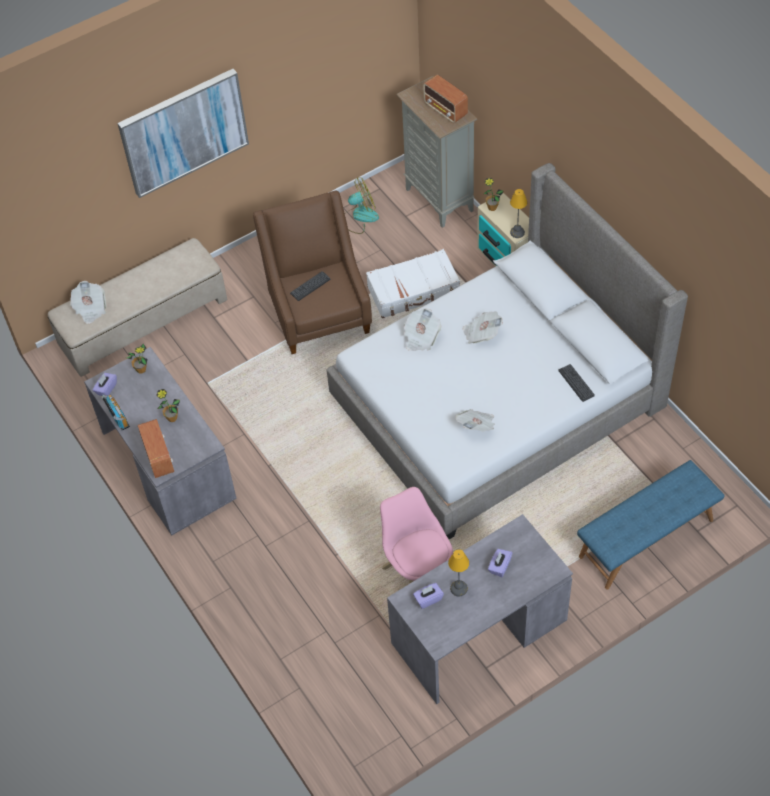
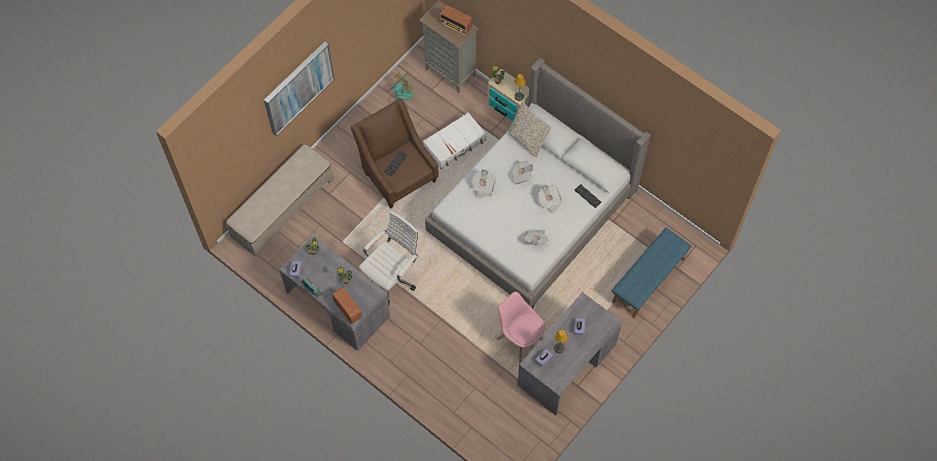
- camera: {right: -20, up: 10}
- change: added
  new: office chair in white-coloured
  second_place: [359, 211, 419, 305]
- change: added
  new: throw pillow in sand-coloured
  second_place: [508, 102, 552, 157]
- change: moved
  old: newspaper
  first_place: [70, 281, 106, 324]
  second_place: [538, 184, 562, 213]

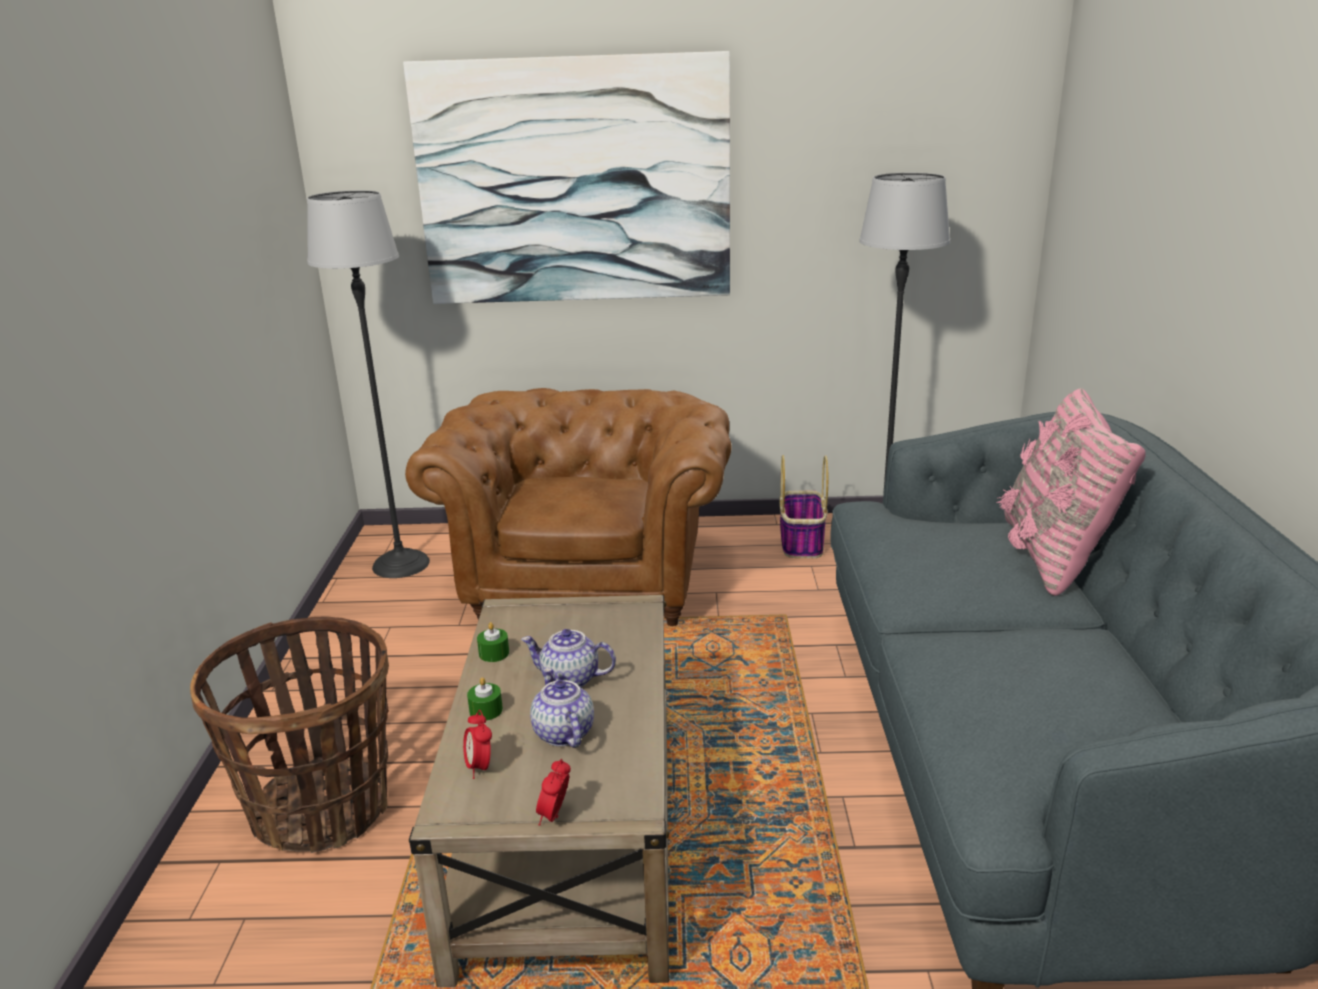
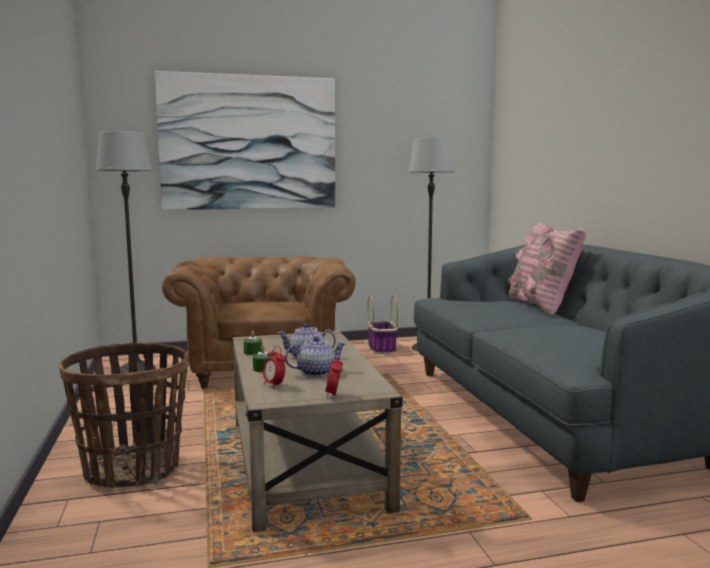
- camera: {right: -15, up: -15}
- change: turned
  old: tea pot
  first_place: [530, 668, 594, 748]
  second_place: [285, 336, 346, 376]
  degrees: 105

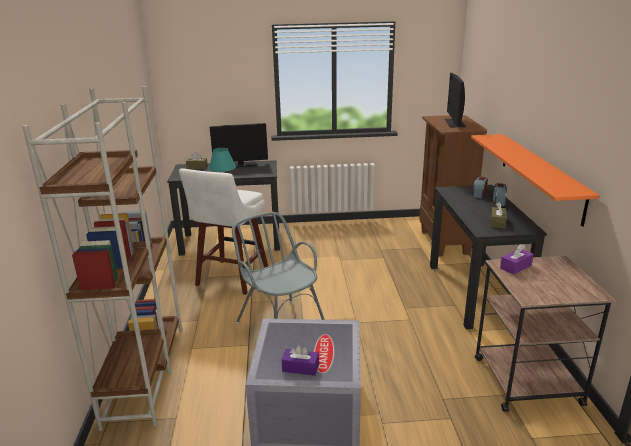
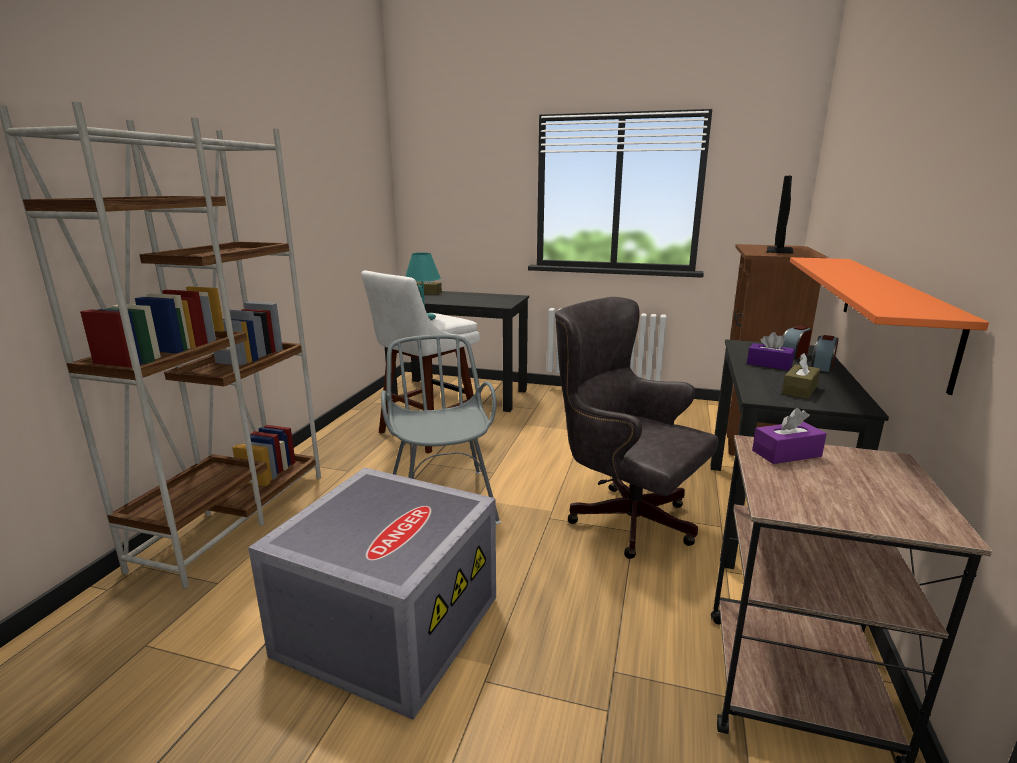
- camera: {right: 20, up: -5}
- change: added
  new: office chair in greyish
  second_place: [555, 297, 718, 559]
- change: moved
  old: tissue box in purple
  first_place: [282, 345, 319, 376]
  second_place: [747, 332, 795, 370]
- change: removed
  old: computer screen
  first_place: [210, 123, 268, 168]

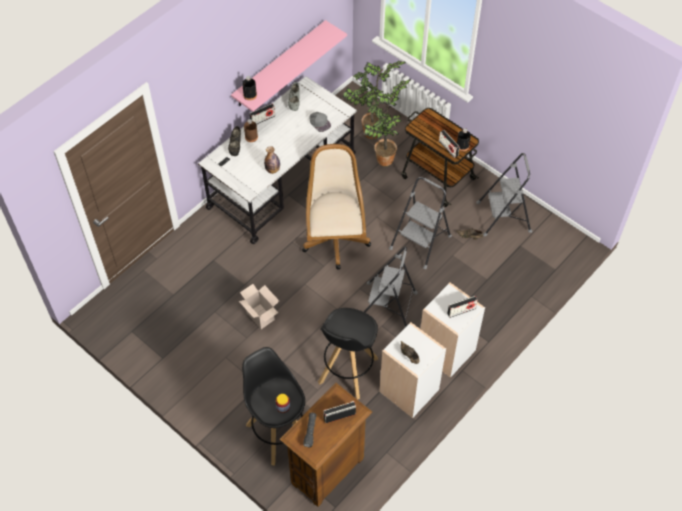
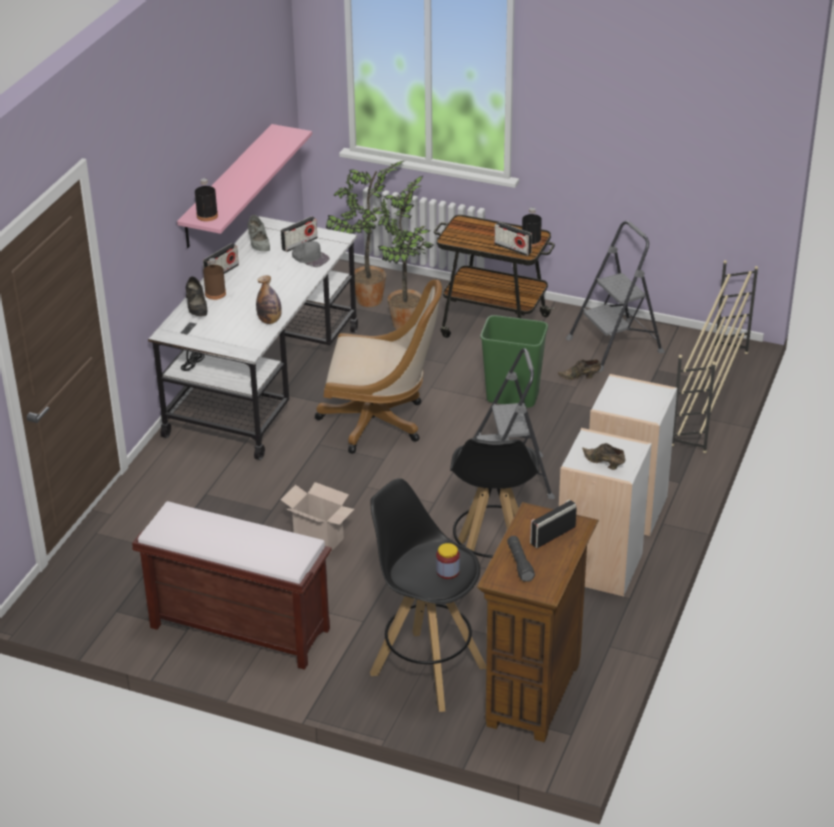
- camera: {right: -20, up: -20}
- change: added
  new: long seat in brown
  second_place: [132, 501, 332, 670]
- change: moved
  old: radio
  first_place: [447, 296, 478, 318]
  second_place: [281, 216, 317, 252]
- change: turned
  old: office chair
  first_place: [302, 144, 371, 270]
  second_place: [315, 279, 442, 454]
  degrees: 120
- change: replaced
  old: step stool in greyish
  new: trash can in green
  first_place: [389, 177, 452, 269]
  second_place: [480, 315, 548, 408]
- change: added
  new: shoe stand in sand-coloured
  second_place: [672, 260, 758, 453]

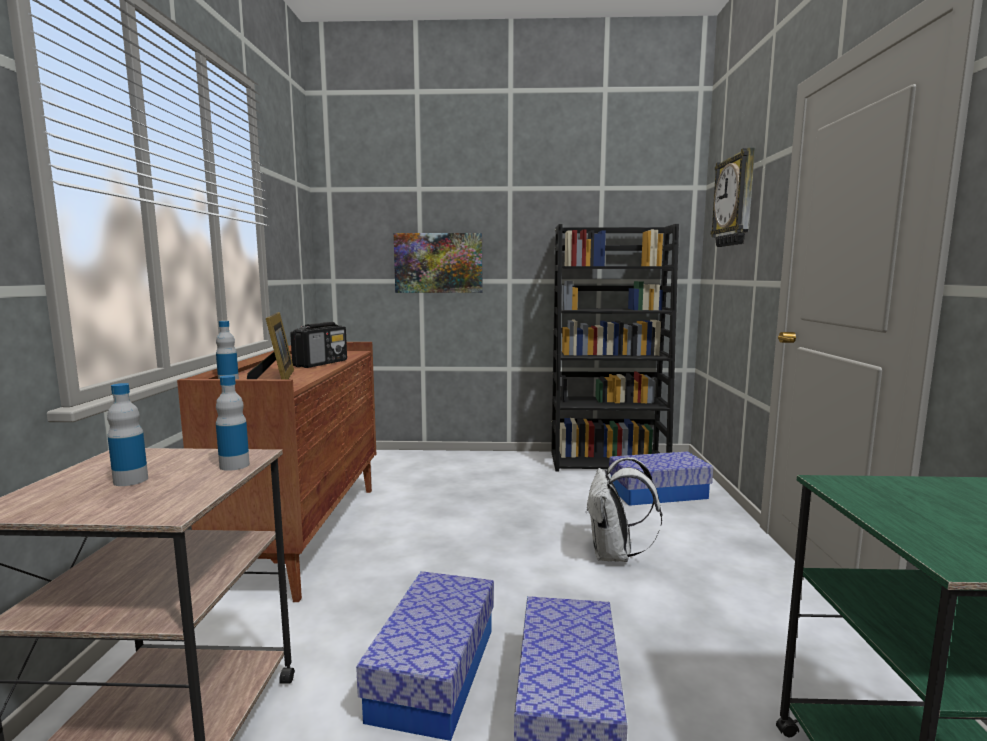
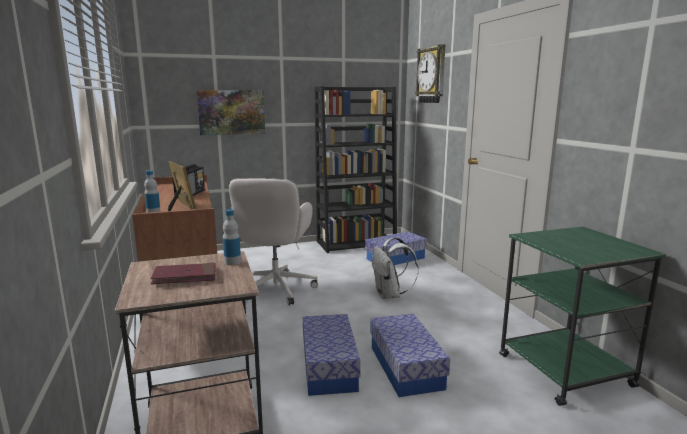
- camera: {right: -20, up: 5}
- change: replaced
  old: drink bottle
  new: volume in red
  first_place: [107, 383, 148, 486]
  second_place: [150, 262, 216, 284]
- change: added
  new: office chair in white-coloured
  second_place: [229, 178, 318, 305]

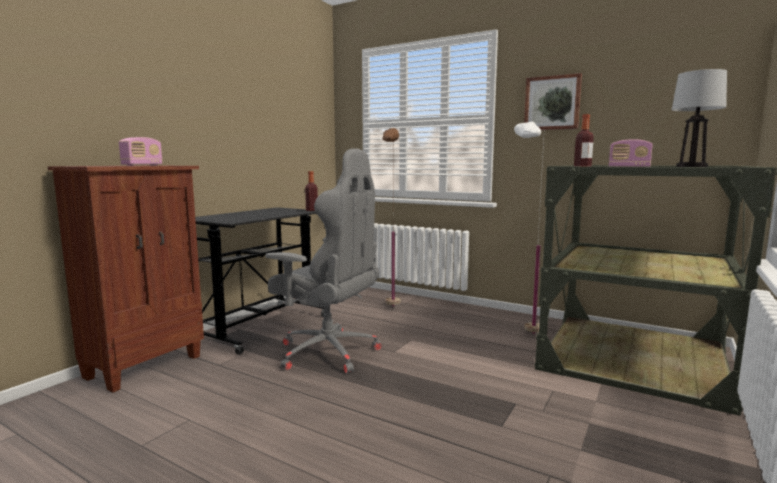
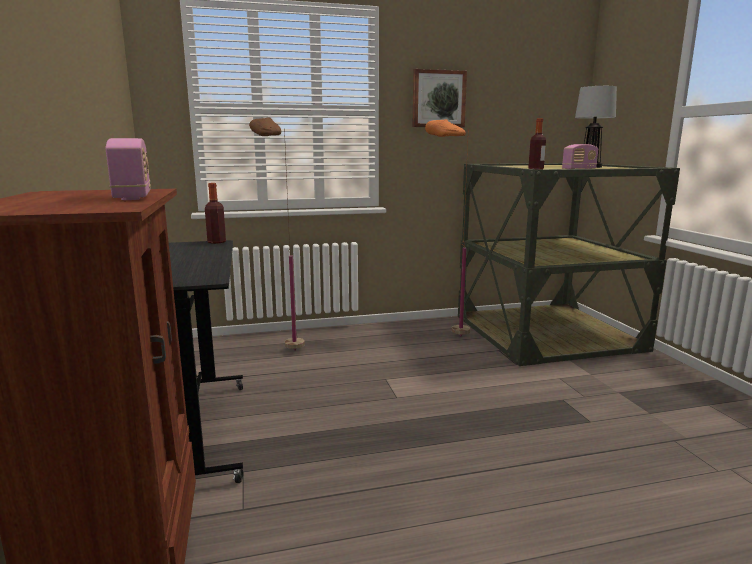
- camera: {right: -45, up: 5}
- change: recoloured
  old: standard lamp in white-coloured
  new: standard lamp in orange-coloured
  first_place: [514, 122, 544, 335]
  second_place: [425, 119, 470, 337]
- change: removed
  old: office chair in greyish
  first_place: [265, 148, 382, 373]

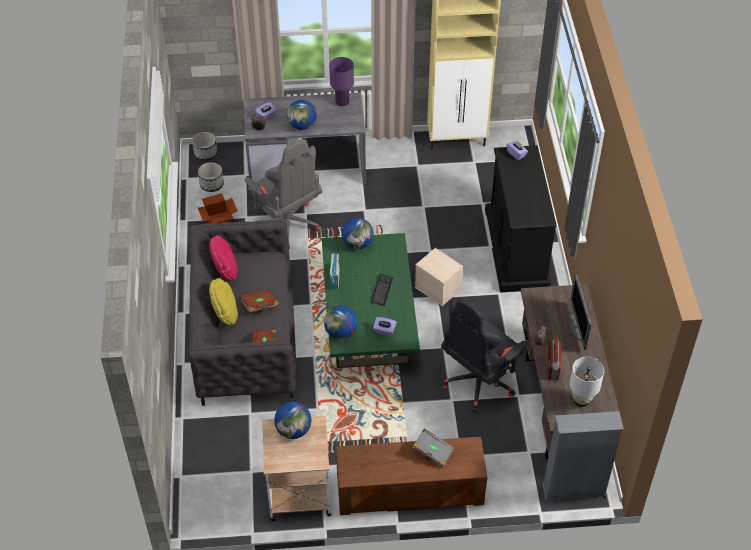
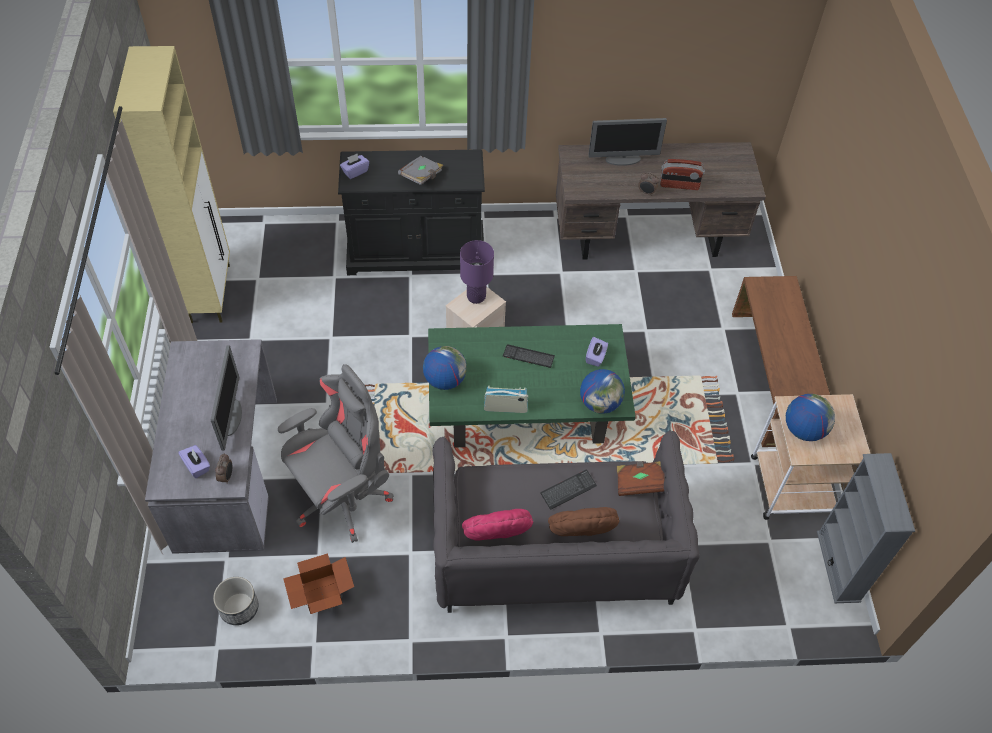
- camera: {right: -90, up: 5}
- change: replaced
  old: desk globe
  new: computer screen
  first_place: [287, 100, 317, 130]
  second_place: [211, 345, 242, 450]
- change: moved
  old: volume in greyish
  first_place: [412, 428, 454, 468]
  second_place: [398, 156, 443, 185]
- change: moved
  old: tabletop lamp in purple
  first_place: [329, 57, 354, 106]
  second_place: [460, 240, 494, 304]
- change: replaced
  old: volume in brown
  new: PC keyboard
  first_place: [239, 289, 279, 313]
  second_place: [540, 470, 597, 510]
- change: recoloured
  old: throw pillow in yellowish
  new: throw pillow in brown
  first_place: [209, 278, 238, 325]
  second_place: [548, 507, 620, 536]
- change: moved
  old: shelving unit in greyish
  first_place: [542, 411, 624, 501]
  second_place: [817, 453, 915, 603]
- change: removed
  old: planter
  first_place: [192, 132, 218, 161]
- change: removed
  old: office chair in black
  first_place: [441, 299, 528, 413]
- change: removed
  old: tabletop lamp in white-coloured
  first_place: [569, 357, 604, 406]

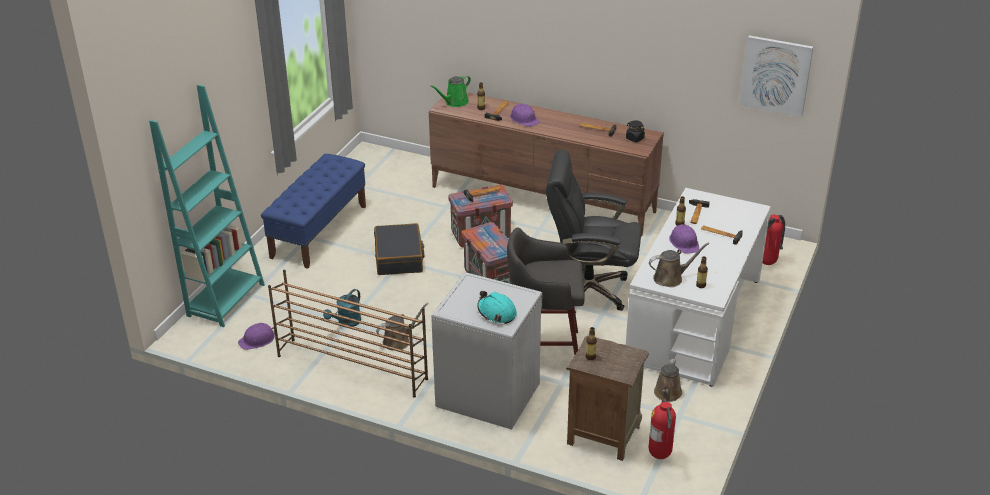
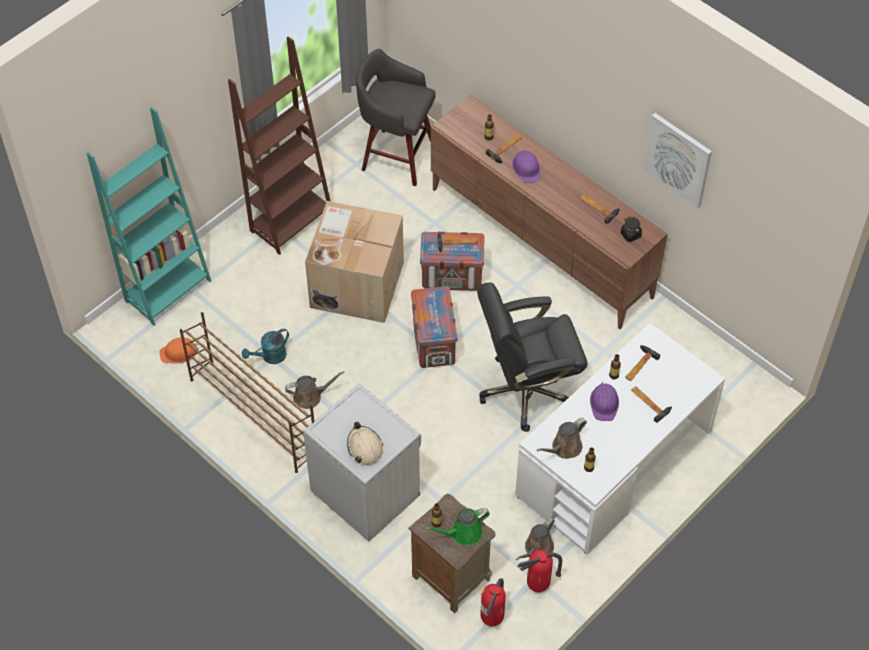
- camera: {right: 20, up: 20}
- change: recoloured
  old: work helmet in purple
  new: work helmet in orange-coloured
  first_place: [238, 323, 275, 350]
  second_place: [160, 337, 199, 363]
- change: replaced
  old: long seat in blue-coloured
  new: shelving unit in brown
  first_place: [261, 154, 366, 269]
  second_place: [228, 37, 331, 255]
- change: replaced
  old: piece of luggage in black
  new: cardboard box
  first_place: [374, 223, 424, 275]
  second_place: [305, 201, 404, 323]
- change: recoloured
  old: work helmet in turquoise-coloured
  new: work helmet in sand-coloured
  first_place: [477, 291, 517, 324]
  second_place: [347, 422, 383, 465]
- change: moved
  old: stool seat in greyish
  first_place: [507, 227, 585, 355]
  second_place: [356, 49, 436, 186]
- change: moved
  old: watering pot in green
  first_place: [430, 75, 471, 107]
  second_place: [426, 508, 490, 545]
- change: turned
  old: office chair in black
  first_place: [546, 150, 642, 313]
  second_place: [477, 282, 587, 432]
  degrees: -45
- change: moved
  old: extinguisher
  first_place: [762, 214, 785, 265]
  second_place: [518, 550, 562, 592]
- change: turned
  old: watering pot in brown
  first_place: [649, 243, 709, 287]
  second_place: [536, 418, 587, 459]
  degrees: 135
- change: moved
  old: wall picture
  first_place: [740, 35, 813, 117]
  second_place: [643, 113, 712, 209]

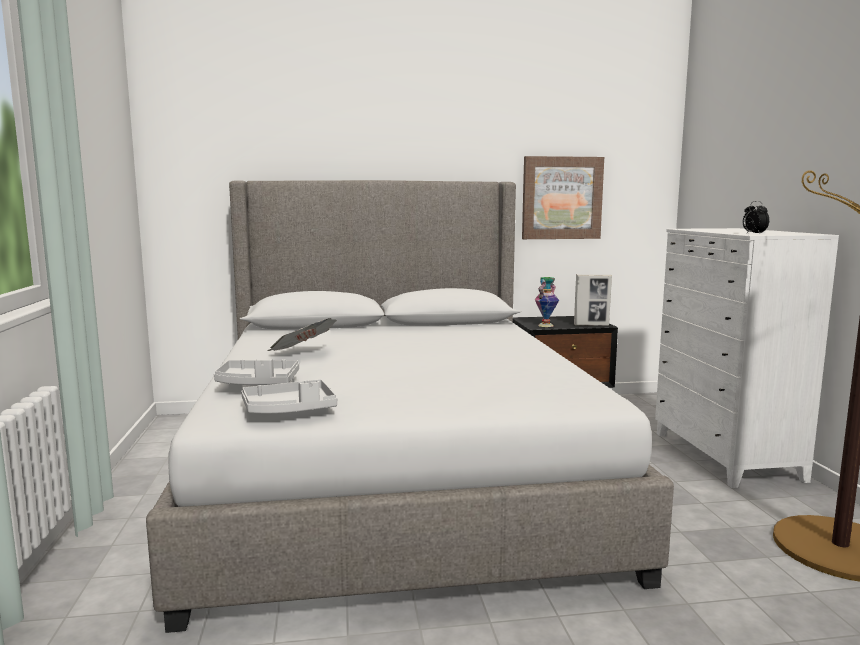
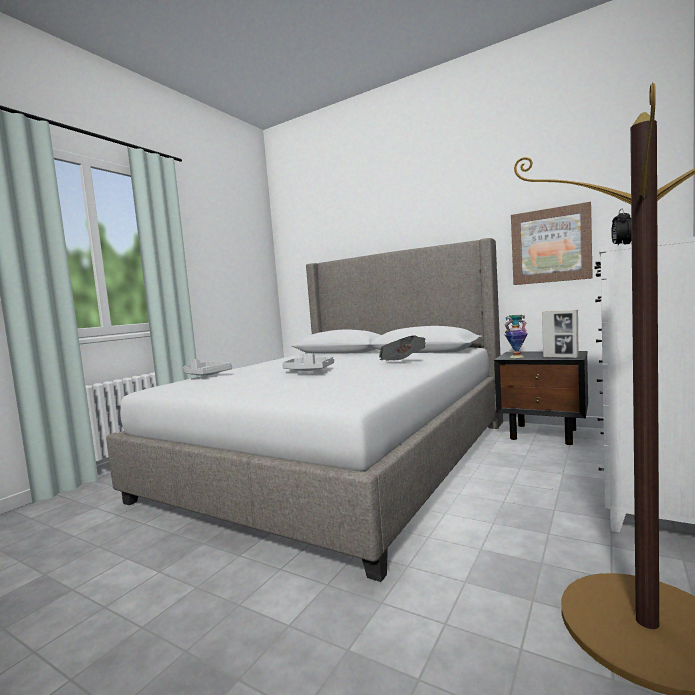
- camera: {right: 40, up: -5}
- change: moved
  old: serving tray in greyish
  first_place: [241, 379, 337, 414]
  second_place: [282, 353, 334, 371]
- change: moved
  old: newspaper
  first_place: [267, 318, 337, 351]
  second_place: [379, 335, 426, 361]

